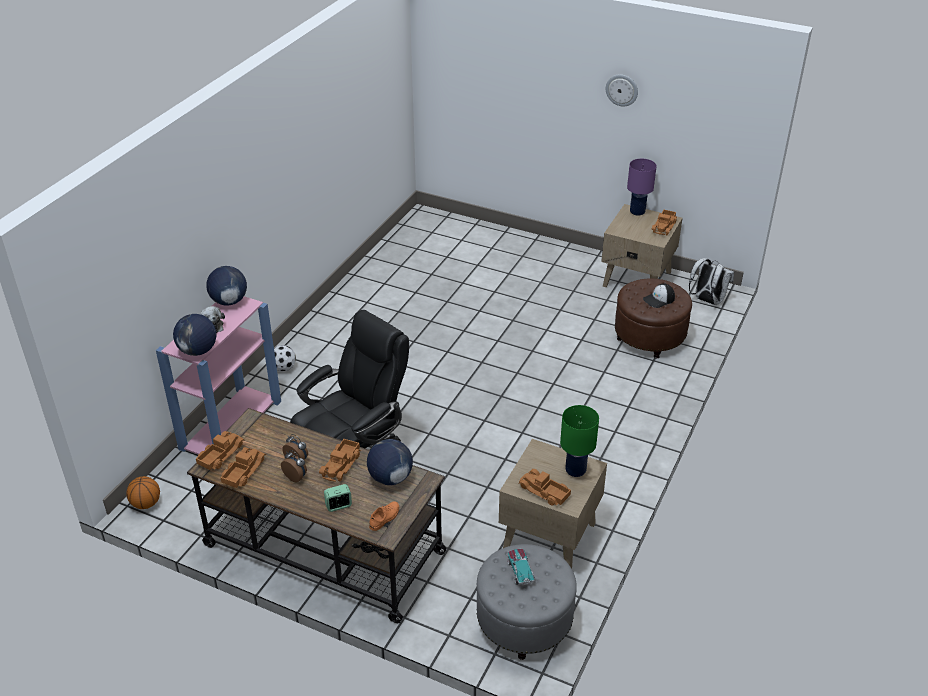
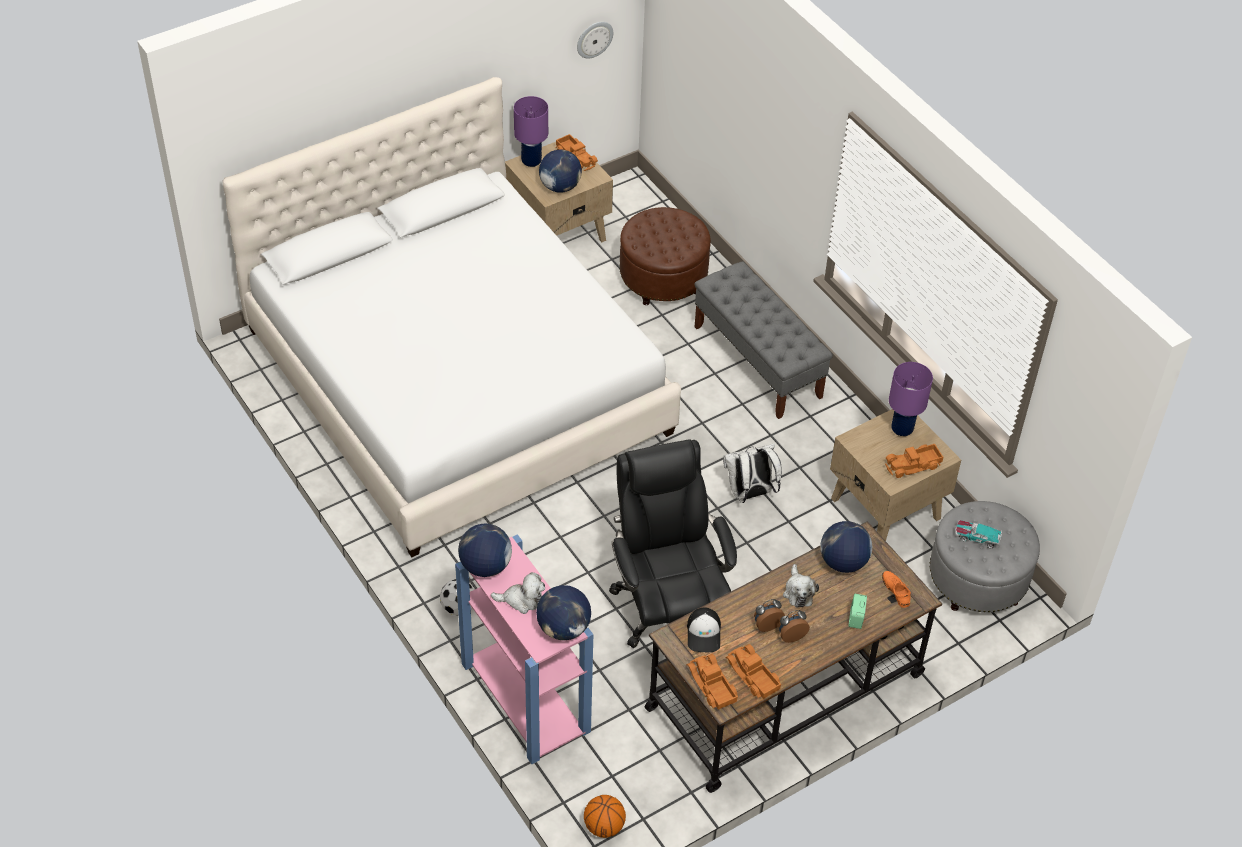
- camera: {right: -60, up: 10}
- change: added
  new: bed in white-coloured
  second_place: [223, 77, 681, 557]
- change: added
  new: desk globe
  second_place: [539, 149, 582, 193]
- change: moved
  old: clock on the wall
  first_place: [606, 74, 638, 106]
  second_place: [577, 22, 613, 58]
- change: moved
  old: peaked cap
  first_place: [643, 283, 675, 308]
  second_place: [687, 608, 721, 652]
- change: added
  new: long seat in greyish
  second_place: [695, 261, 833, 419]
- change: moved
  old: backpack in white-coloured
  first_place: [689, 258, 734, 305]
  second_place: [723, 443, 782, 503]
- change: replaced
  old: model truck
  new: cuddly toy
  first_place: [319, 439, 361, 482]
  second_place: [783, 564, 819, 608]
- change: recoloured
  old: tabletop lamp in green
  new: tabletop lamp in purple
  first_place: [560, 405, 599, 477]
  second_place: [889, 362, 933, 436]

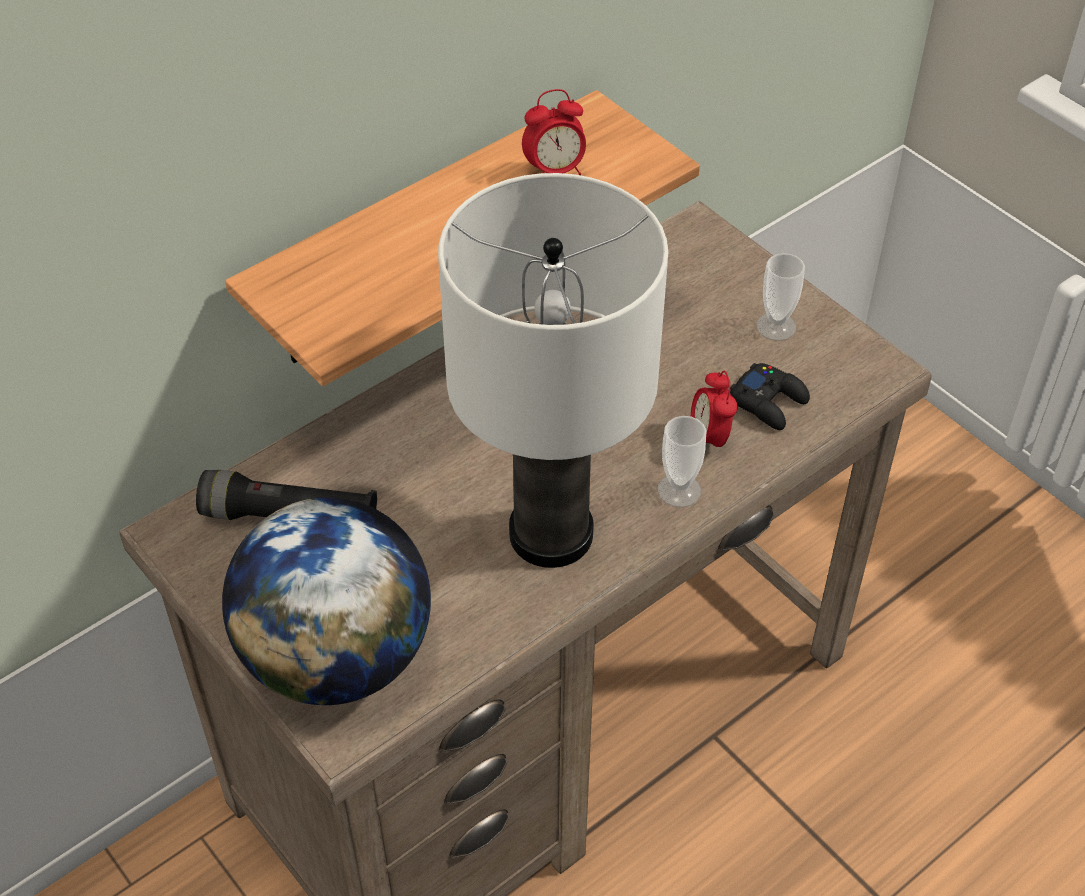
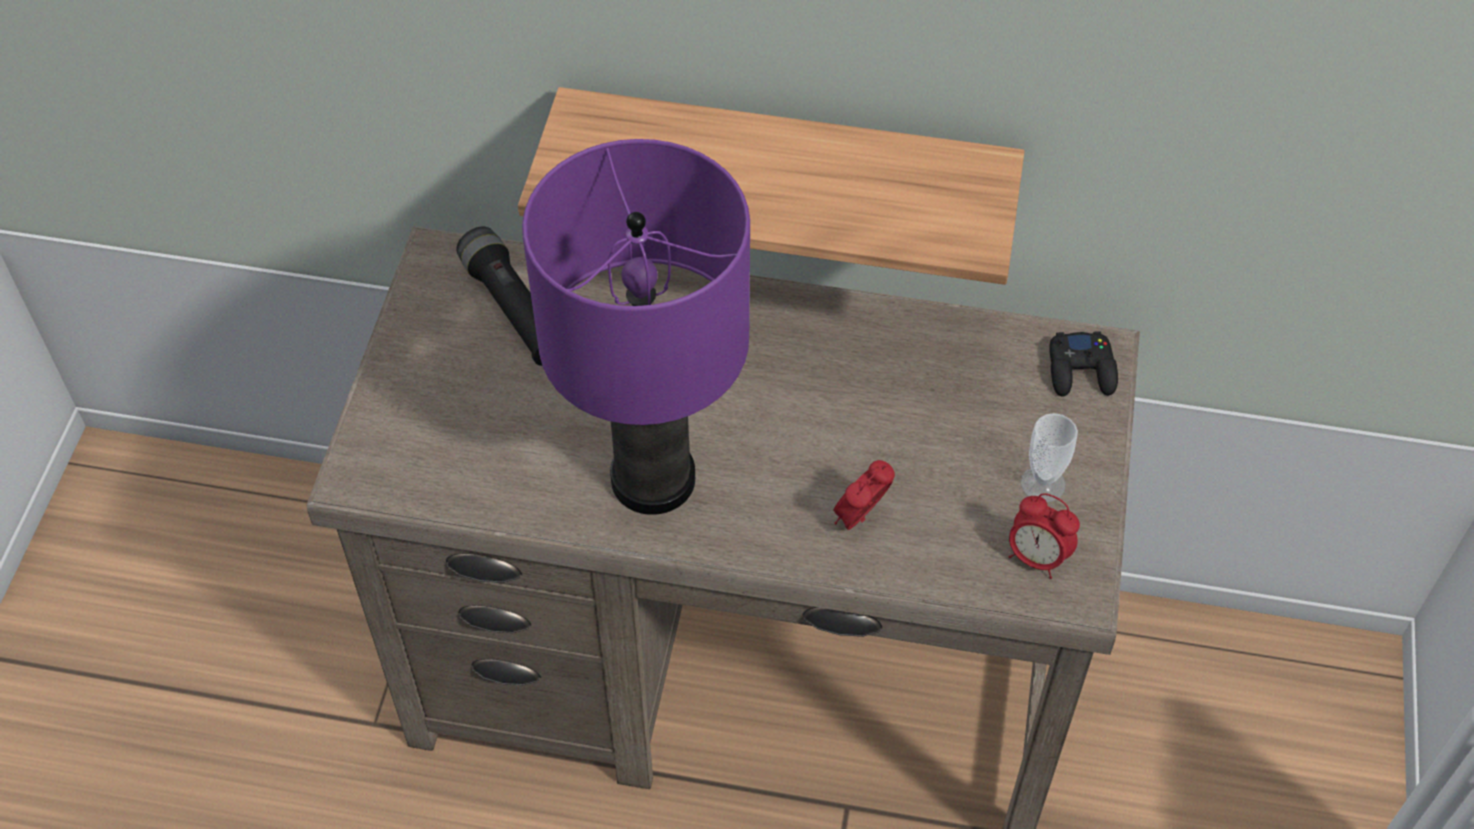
- camera: {right: 50, up: 5}
- change: recoloured
  old: tabletop lamp in white-coloured
  new: tabletop lamp in purple
  first_place: [438, 173, 668, 568]
  second_place: [522, 139, 750, 515]
- change: moved
  old: alarm clock
  first_place: [522, 89, 586, 175]
  second_place: [1009, 493, 1080, 579]
- change: moved
  old: joypad in black
  first_place: [730, 363, 810, 430]
  second_place: [1049, 332, 1118, 396]
- change: removed
  old: desk globe
  first_place: [222, 497, 431, 705]
- change: removed
  old: small cup
  first_place: [658, 416, 707, 507]

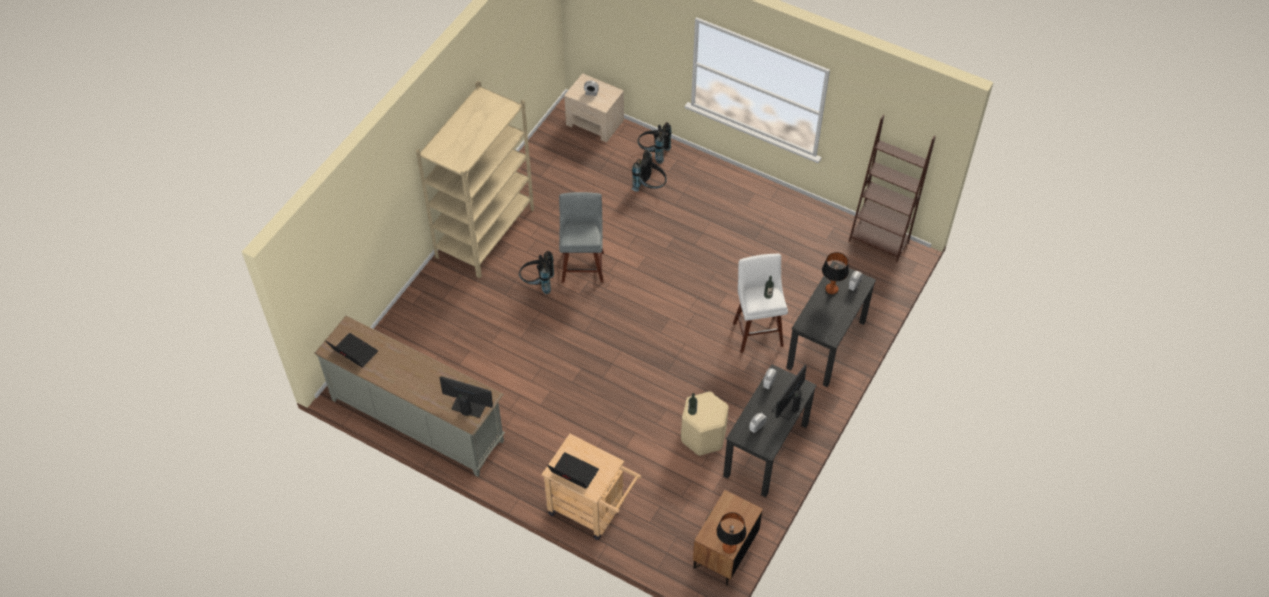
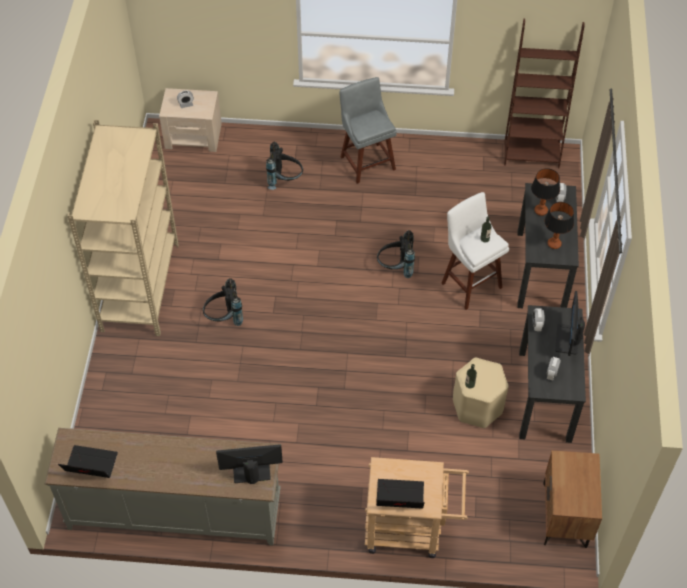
- camera: {right: -25, up: 0}
- change: moved
  old: plain chair in greyish
  first_place: [559, 192, 604, 282]
  second_place: [339, 77, 397, 184]
- change: moved
  old: backpack in black
  first_place: [637, 122, 672, 164]
  second_place: [377, 230, 415, 278]
- change: moved
  old: tabletop lamp
  first_place: [717, 512, 747, 554]
  second_place: [545, 202, 574, 249]

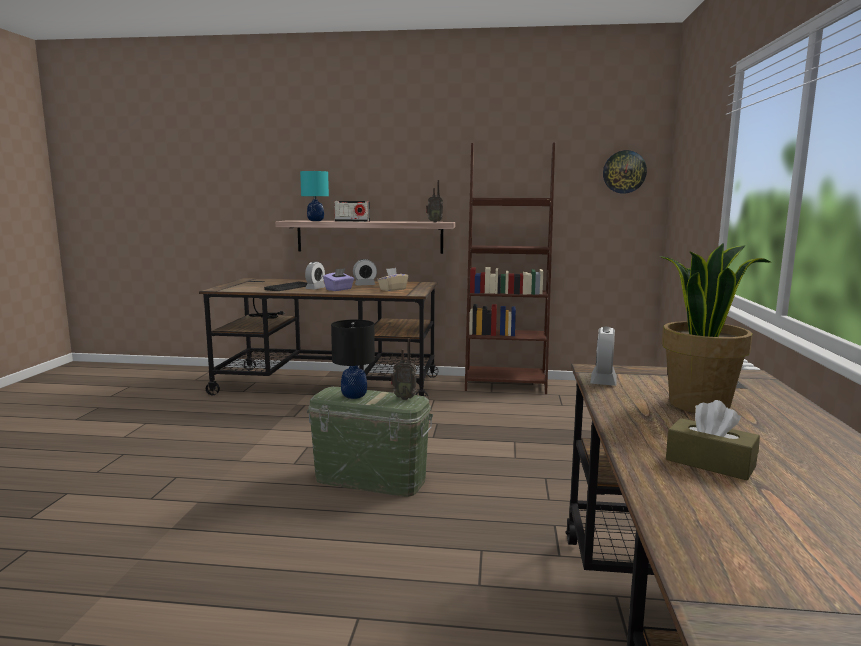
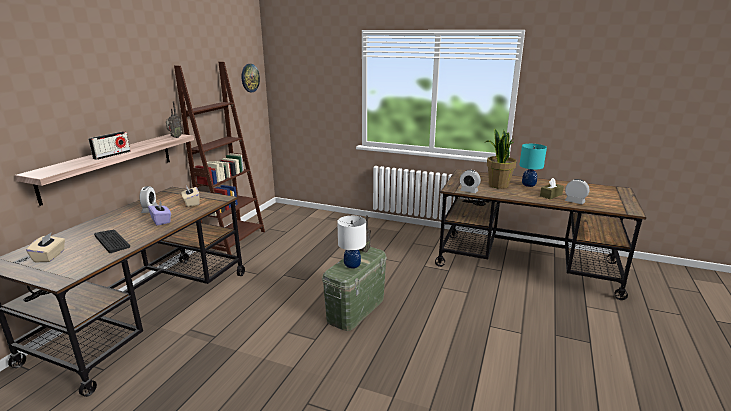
- camera: {right: -75, up: 10}
- change: added
  new: tissue box in sand-coloured
  second_place: [26, 232, 65, 263]
- change: recoloured
  old: tabletop lamp in black
  new: tabletop lamp in white-coloured
  first_place: [331, 320, 375, 399]
  second_place: [337, 216, 366, 269]
- change: moved
  old: tabletop lamp in turquoise-coloured
  first_place: [300, 171, 329, 221]
  second_place: [520, 144, 547, 187]
- change: moved
  old: alarm clock
  first_place: [305, 261, 325, 289]
  second_place: [565, 179, 589, 204]

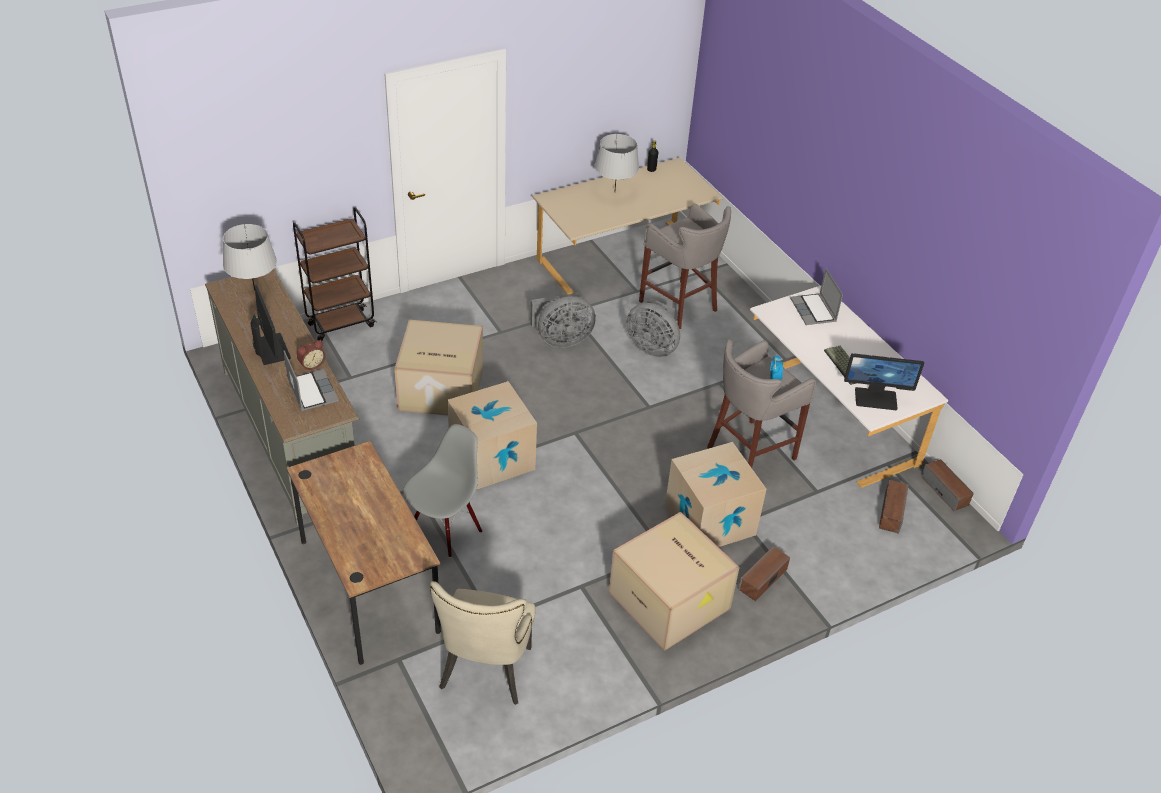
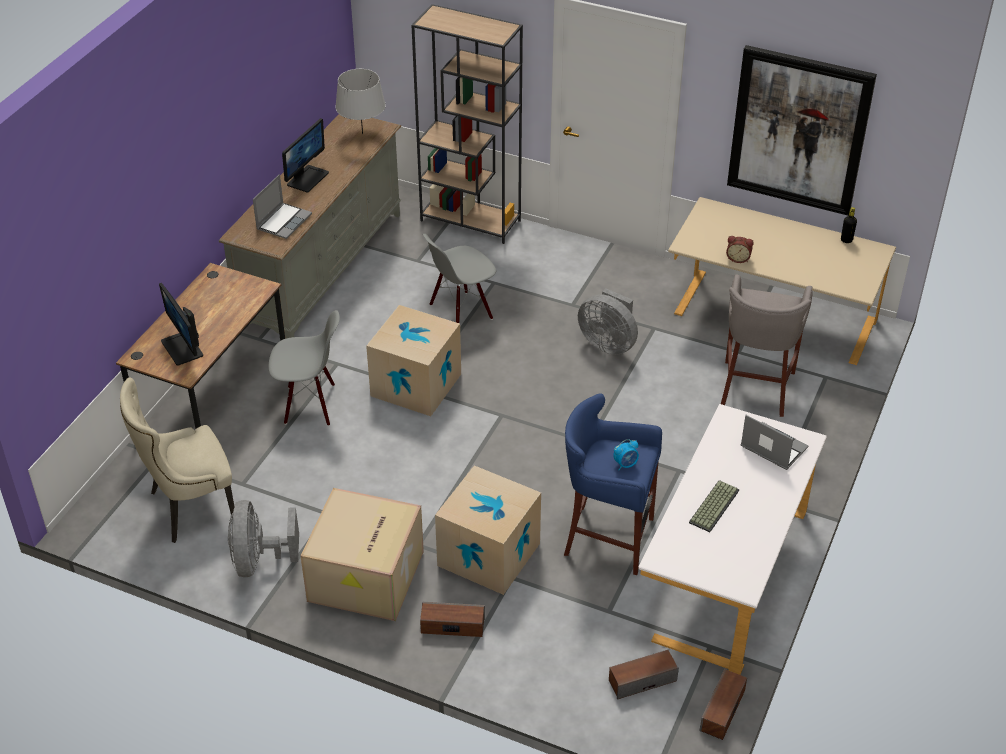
- camera: {right: 55, up: 0}
- change: moved
  old: computer screen
  first_place: [844, 353, 924, 410]
  second_place: [159, 283, 203, 366]
- change: moved
  old: fan in greyish
  first_place: [626, 298, 680, 357]
  second_place: [228, 500, 299, 577]
- change: replaced
  old: trolley in brown
  new: shelving unit
  first_place: [293, 208, 376, 341]
  second_place: [411, 4, 523, 244]
- change: replaced
  old: cardboard box
  new: plain chair in greyish
  first_place: [395, 320, 483, 415]
  second_place: [423, 234, 496, 323]
- change: recoloured
  old: stool seat in greyish
  new: stool seat in blue-coloured
  first_place: [707, 339, 816, 468]
  second_place: [564, 393, 662, 575]
- change: moved
  old: alarm clock
  first_place: [297, 340, 325, 370]
  second_place: [726, 236, 754, 263]
- change: added
  new: wall picture
  second_place: [727, 45, 877, 216]
- change: turned
  old: notebook computer
  first_place: [790, 268, 843, 325]
  second_place: [741, 415, 808, 470]
  degrees: 90
- change: removed
  old: tabletop lamp in greyish
  first_place: [595, 134, 639, 189]

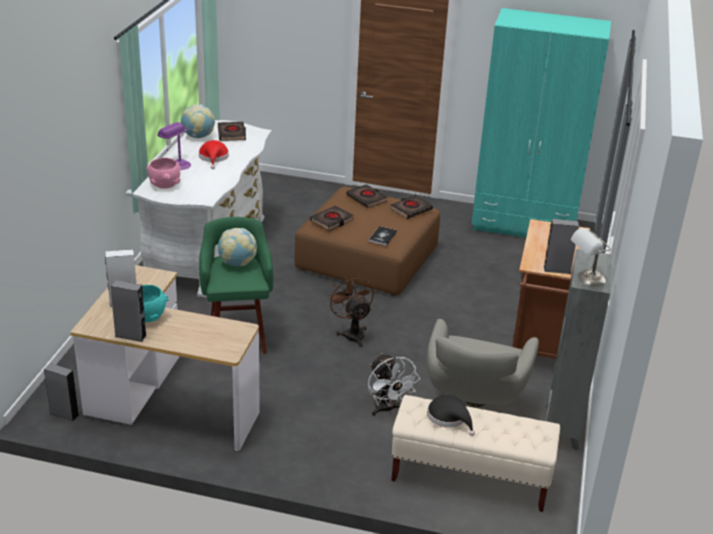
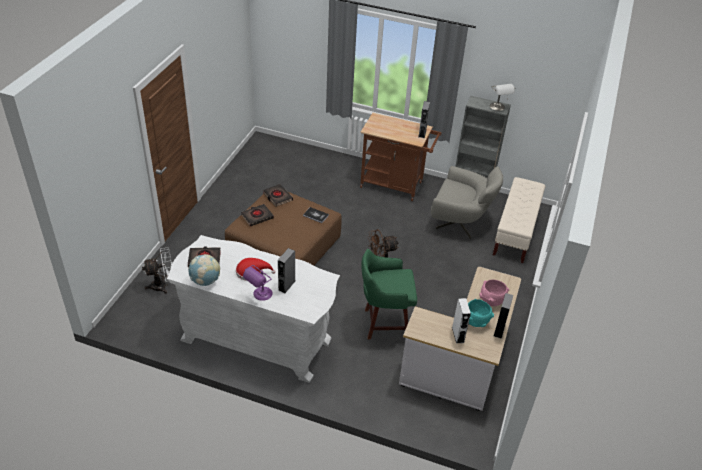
- camera: {right: -85, up: 10}
- change: moved
  old: fan in white-coloured
  first_place: [368, 353, 420, 416]
  second_place: [142, 248, 172, 294]
- change: moved
  old: speaker in greyish
  first_place: [44, 363, 79, 421]
  second_place: [278, 248, 295, 293]
- change: moved
  old: deep dish in pink-coloured
  first_place: [146, 158, 180, 189]
  second_place: [479, 280, 509, 306]
- change: removed
  old: desk globe
  first_place: [218, 228, 257, 266]
- change: removed
  old: volume in black
  first_place: [310, 206, 354, 231]
- change: removed
  old: clothing hat in black
  first_place: [427, 395, 475, 436]
- change: removed
  old: wardrobe in turquoise-coloured
  first_place: [471, 8, 611, 238]

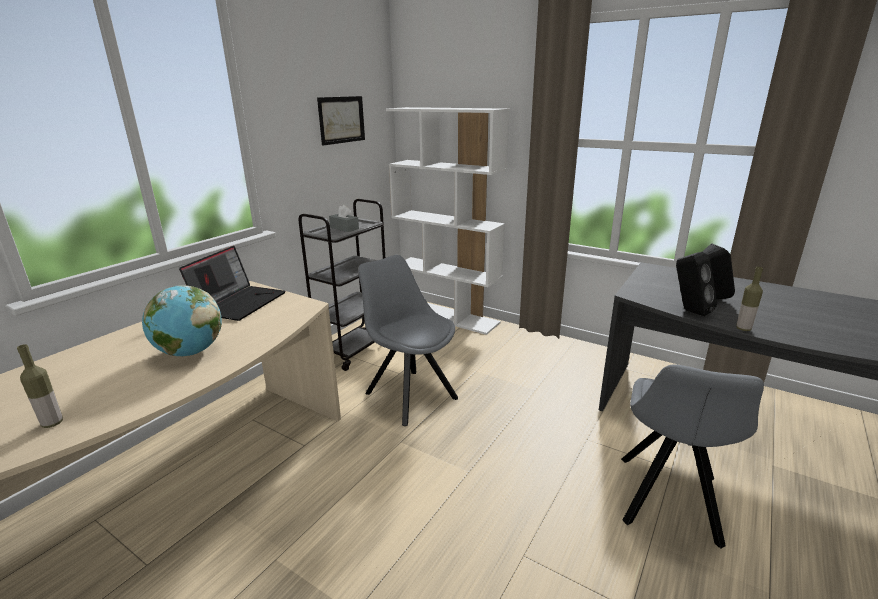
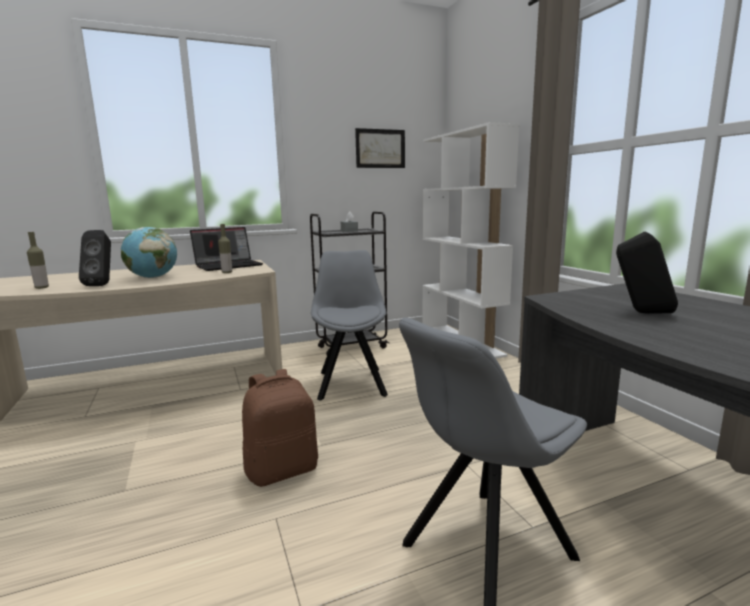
- camera: {right: 35, up: -10}
- change: moved
  old: speaker in black
  first_place: [676, 252, 718, 316]
  second_place: [79, 230, 111, 286]
- change: moved
  old: drink bottle
  first_place: [737, 267, 763, 331]
  second_place: [218, 224, 232, 273]
- change: added
  new: backpack in brown
  second_place: [242, 369, 318, 487]

